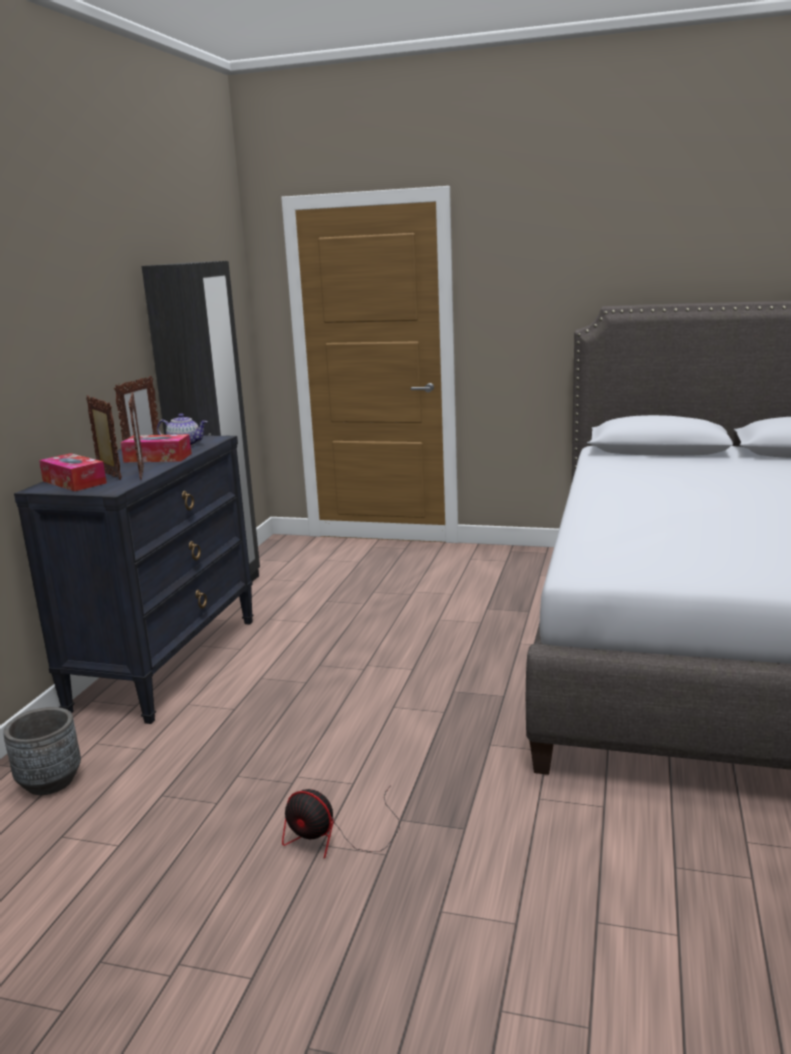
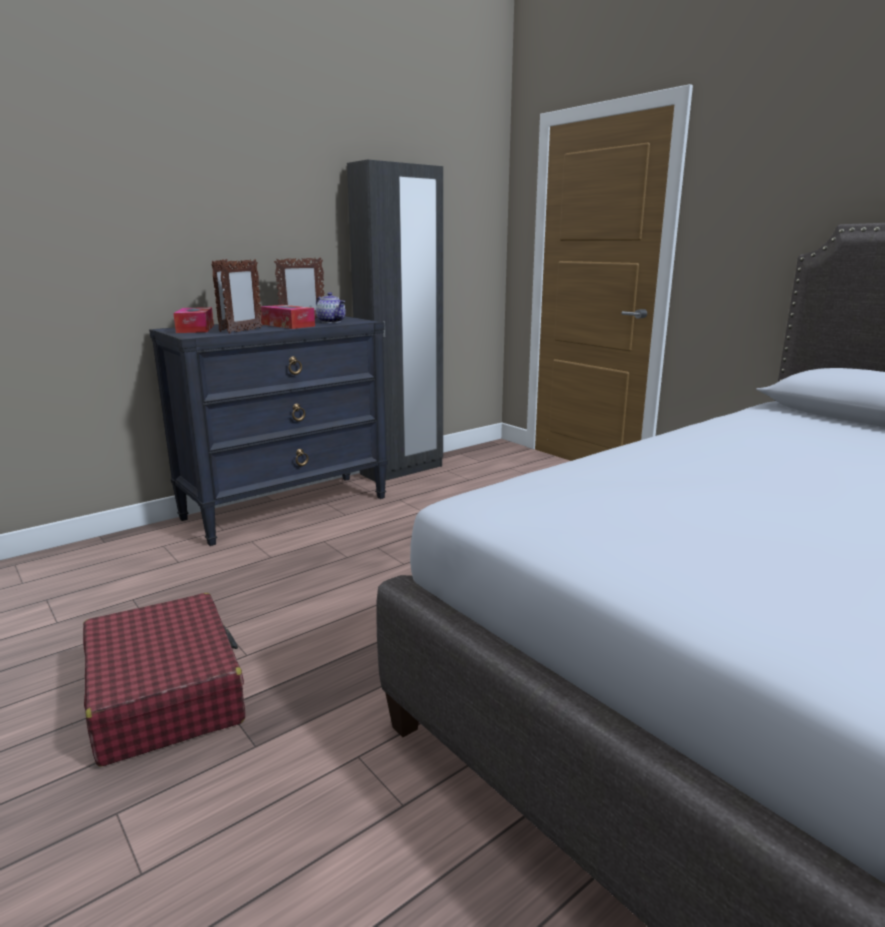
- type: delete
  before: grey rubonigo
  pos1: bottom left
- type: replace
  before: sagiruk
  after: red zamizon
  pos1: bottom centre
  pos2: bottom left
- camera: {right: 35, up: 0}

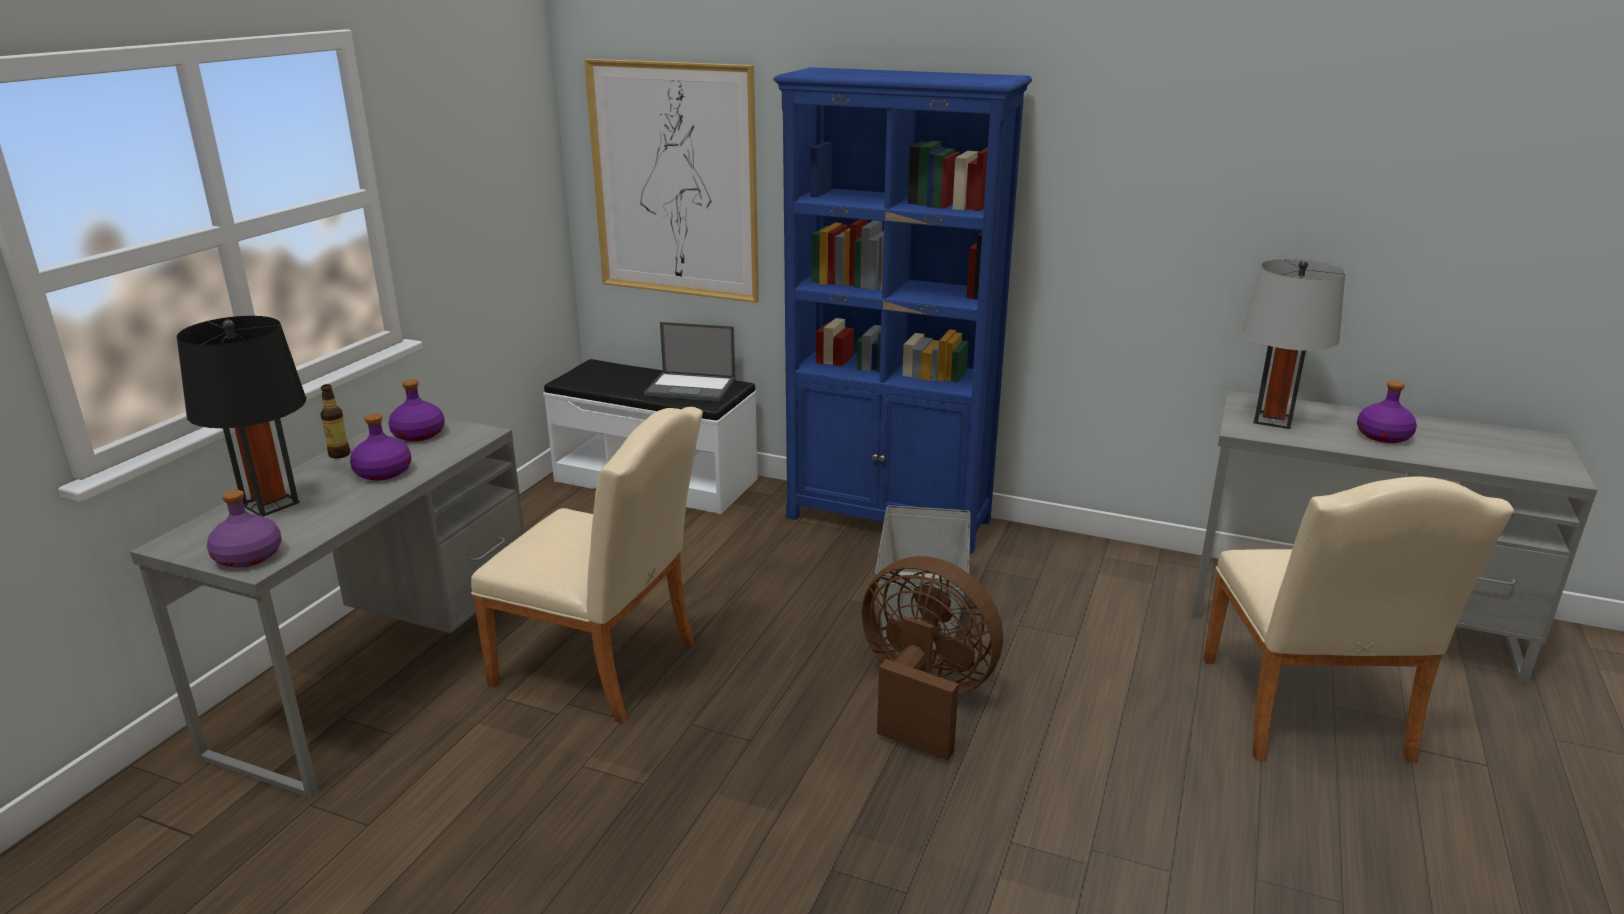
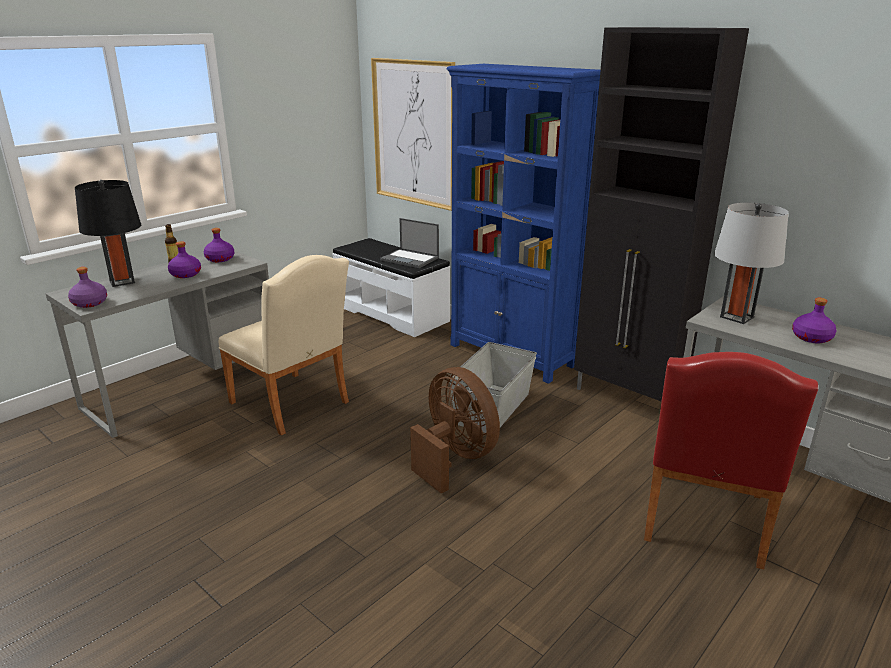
- type: recolor
  before: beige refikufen (2nd from left)
  after: red refikufen
  pos1: bottom right
  pos2: bottom right
- type: insert
  after: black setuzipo
  pos2: top right
- camera: {right: 20, up: 0}

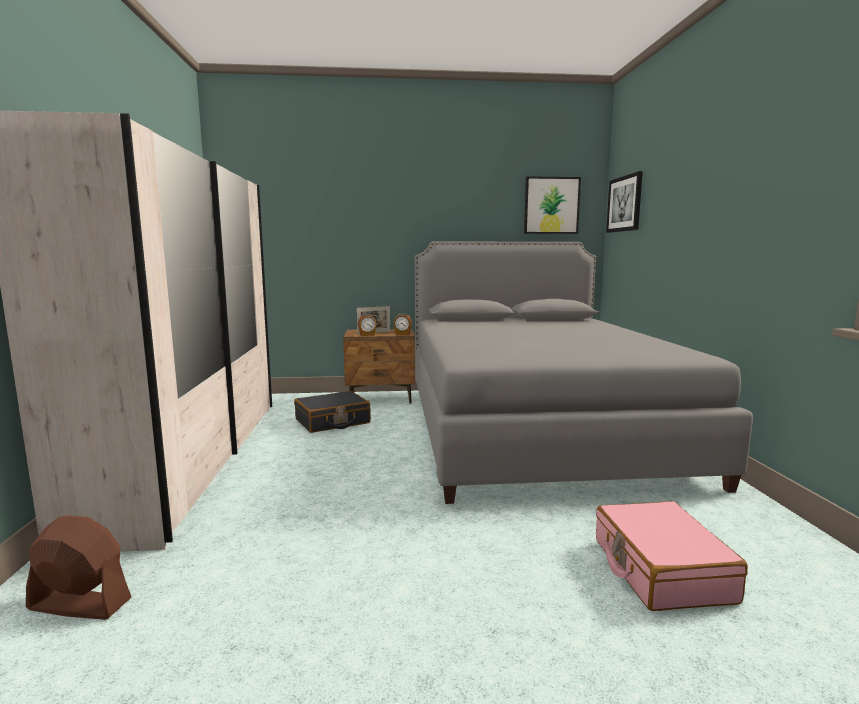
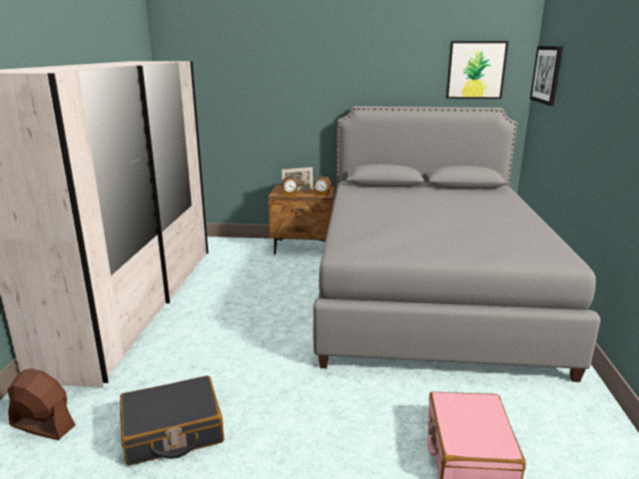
- type: move
  before: black zamizon
  pos1: centre
  pos2: bottom left
- camera: {right: 10, up: 10}

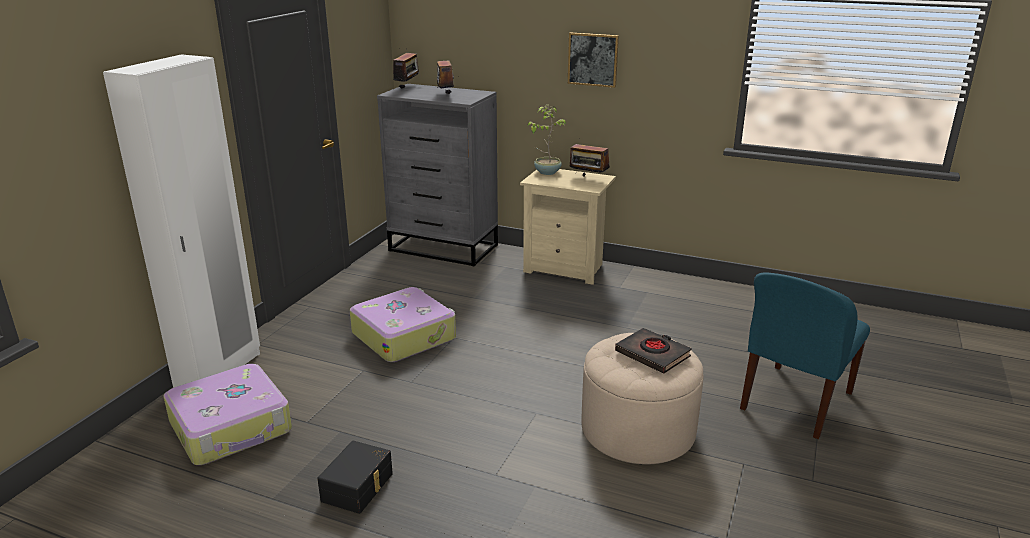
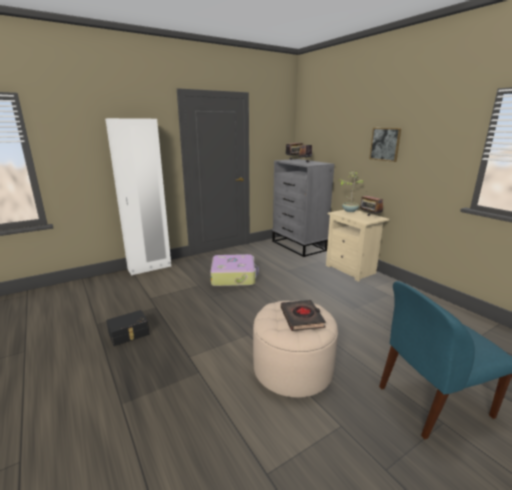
- type: delete
  before: zamizon (1st from left)
  pos1: bottom left
- camera: {right: 35, up: -5}

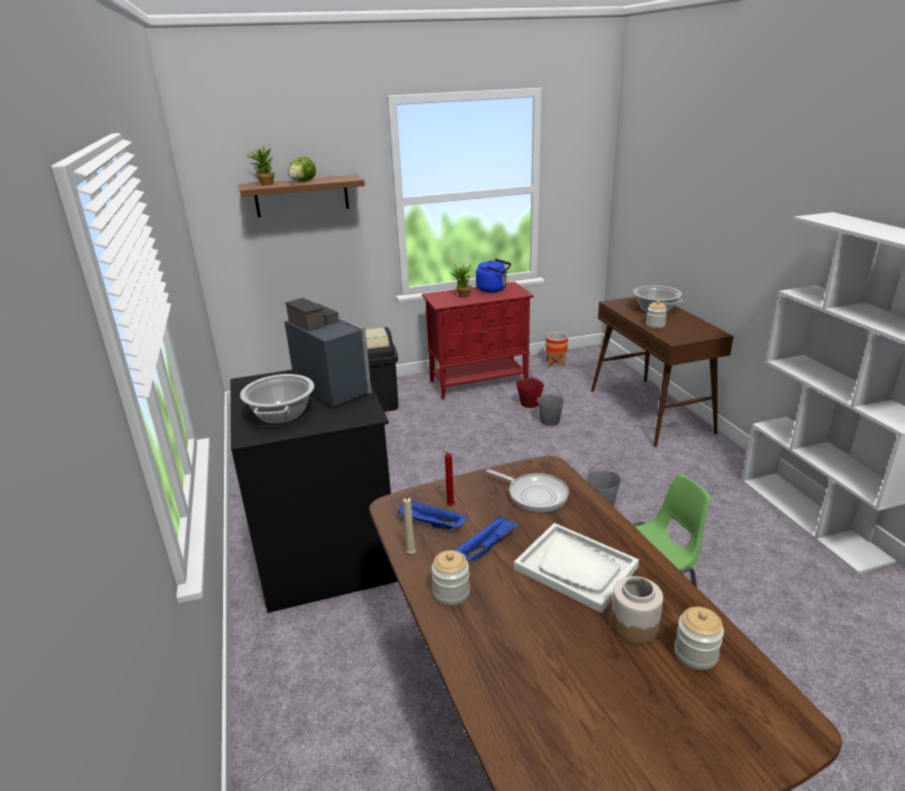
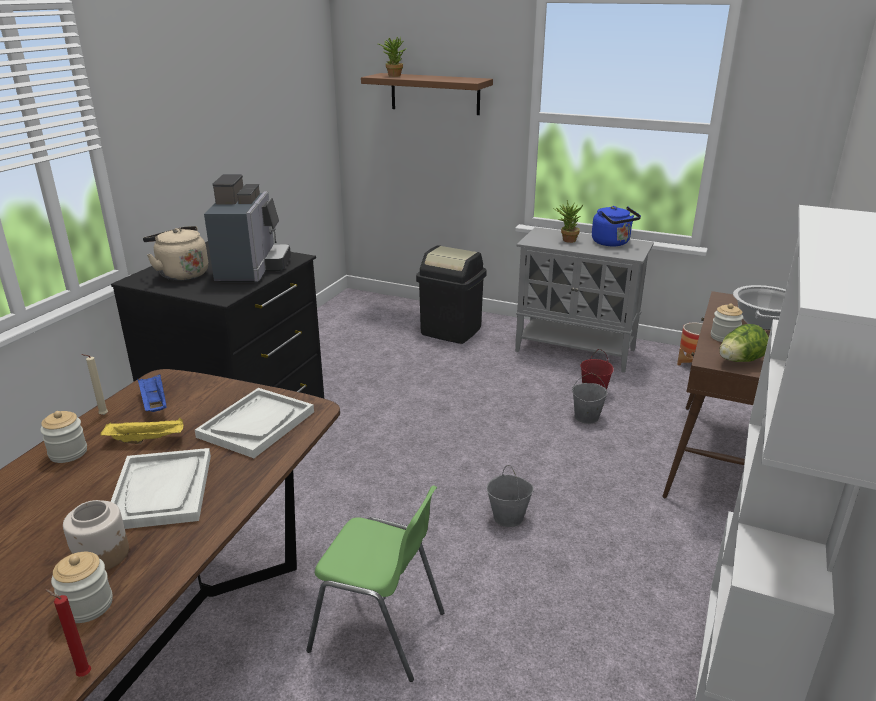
- type: replace
  before: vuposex (1st from left)
  after: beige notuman
  pos1: middle left
  pos2: middle left
- type: move
  before: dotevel
  pos1: top centre
  pos2: middle right
- type: recolor
  before: red setuzipo
  after: grey setuzipo
  pos1: centre
  pos2: middle right
- type: move
  before: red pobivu
  pos1: centre
  pos2: bottom left
- type: recolor
  before: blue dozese (2nd from left)
  after: yellow dozese
  pos1: bottom centre
  pos2: middle left
- type: replace
  before: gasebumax
  after: white dozese (2nd from left)
  pos1: centre
  pos2: middle left
- camera: {right: 40, up: 0}

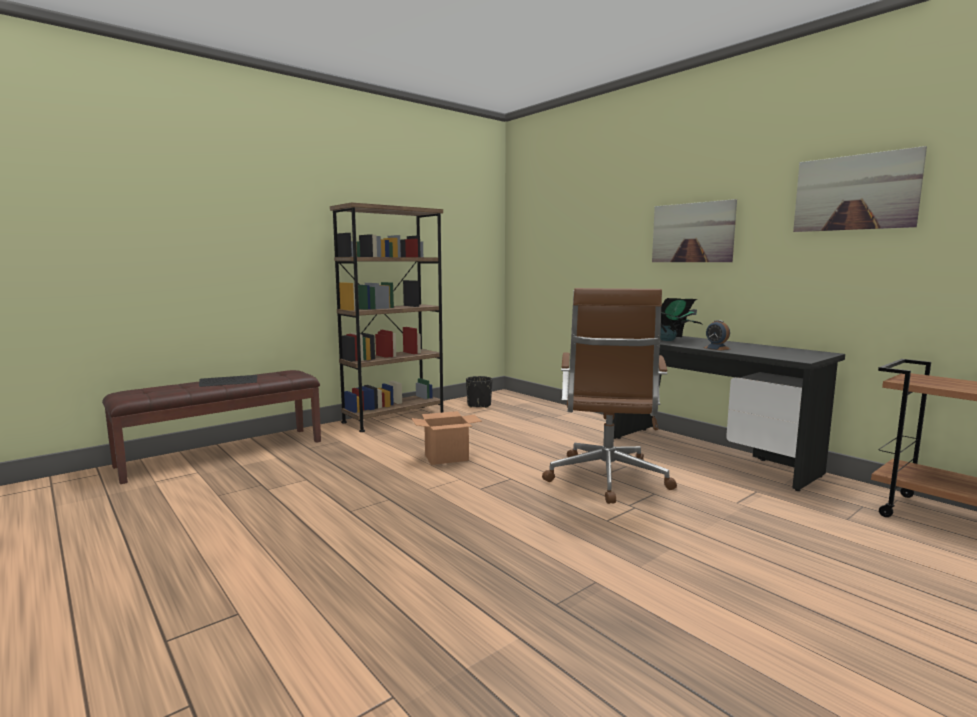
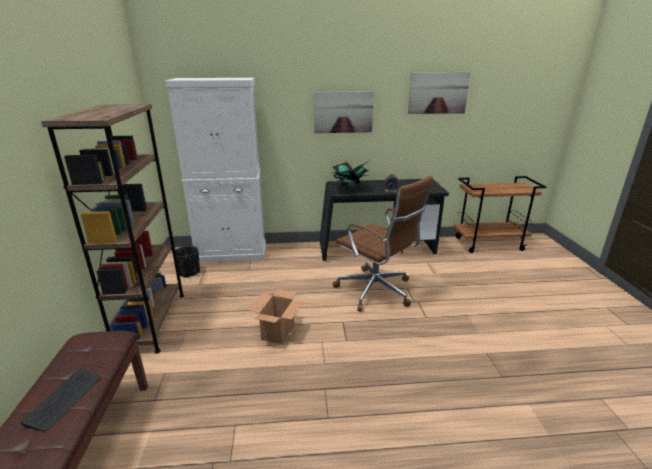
- type: insert
  after: white setuzipo
  pos2: middle left
- camera: {right: -55, up: 15}

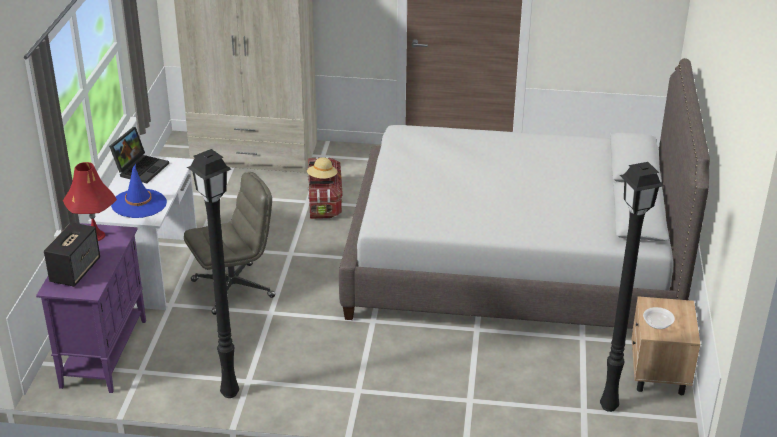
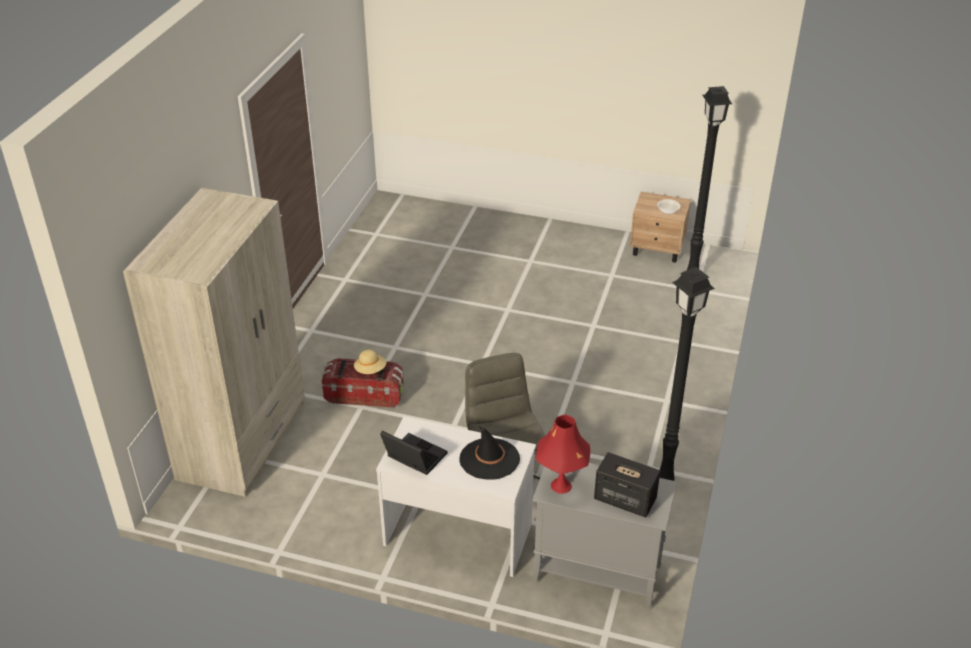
- type: recolor
  before: purple setuzipo
  after: grey setuzipo
  pos1: bottom left
  pos2: bottom centre
- type: recolor
  before: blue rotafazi
  after: black rotafazi
  pos1: middle left
  pos2: bottom centre
- type: delete
  before: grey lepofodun
  pos1: middle right
- camera: {right: -80, up: 5}

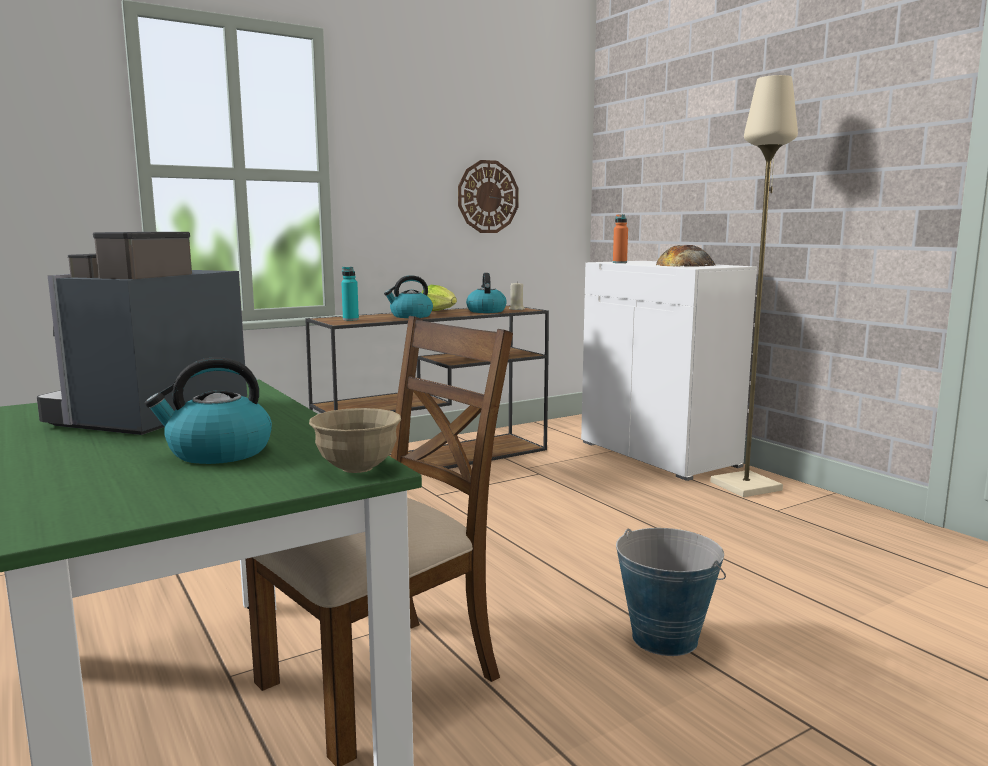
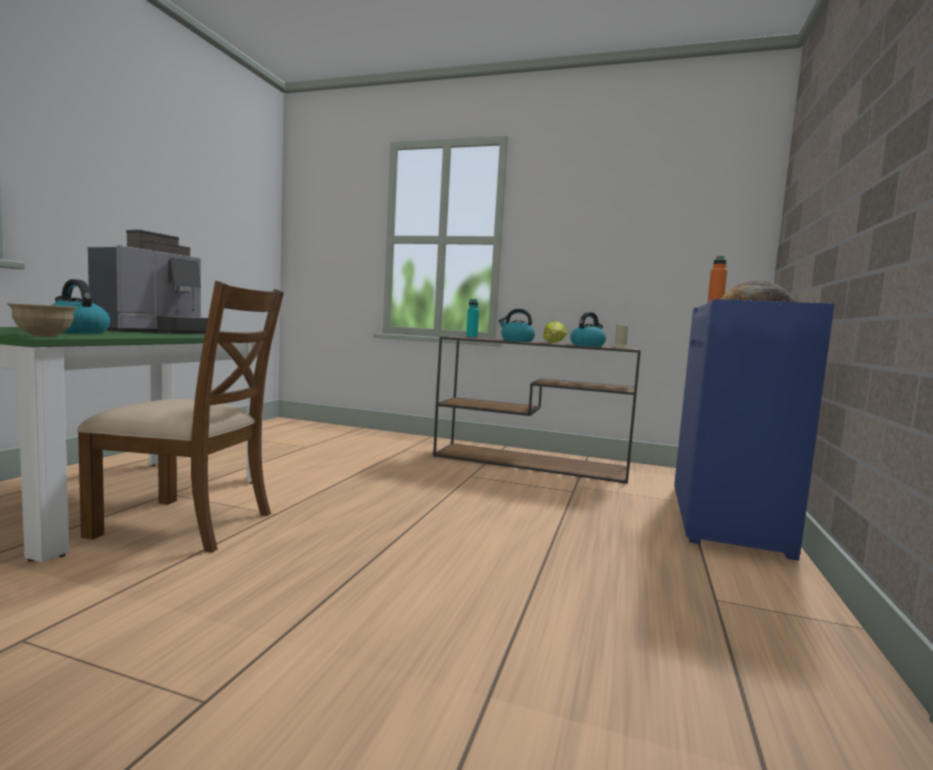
- type: rotate
  before: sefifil
  pos1: middle left
  pos2: middle left
  turn: 135
- type: delete
  before: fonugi
  pos1: top centre
- type: recolor
  before: white setuzipo
  after: blue setuzipo
  pos1: middle right
  pos2: middle right
- type: delete
  before: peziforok
  pos1: bottom right
- type: delete
  before: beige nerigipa
  pos1: middle right
- camera: {right: 50, up: -5}

